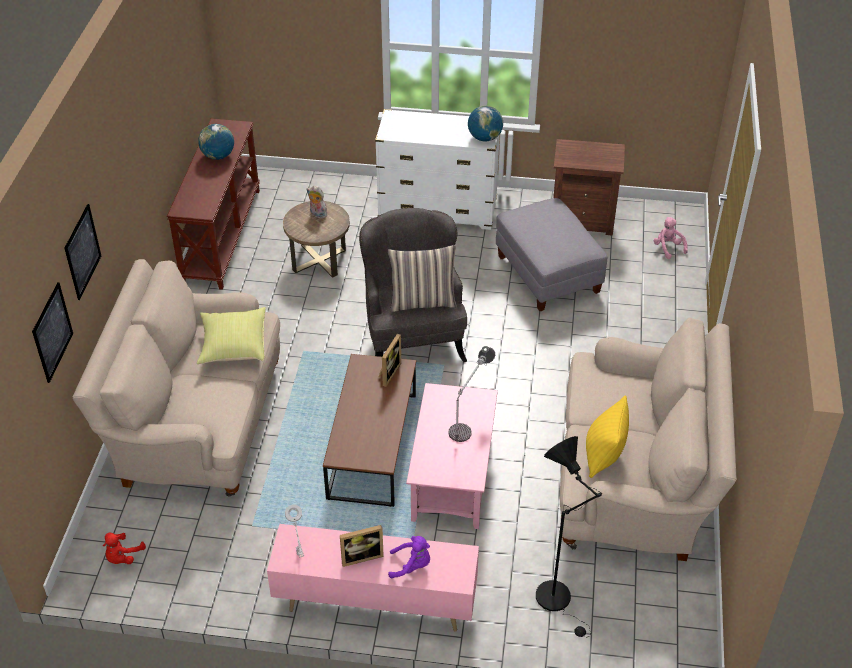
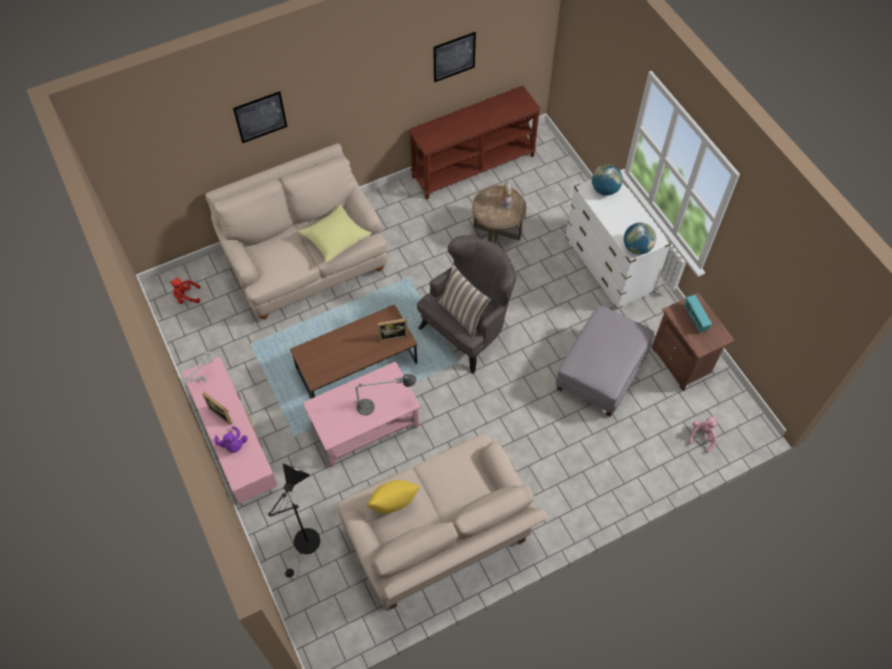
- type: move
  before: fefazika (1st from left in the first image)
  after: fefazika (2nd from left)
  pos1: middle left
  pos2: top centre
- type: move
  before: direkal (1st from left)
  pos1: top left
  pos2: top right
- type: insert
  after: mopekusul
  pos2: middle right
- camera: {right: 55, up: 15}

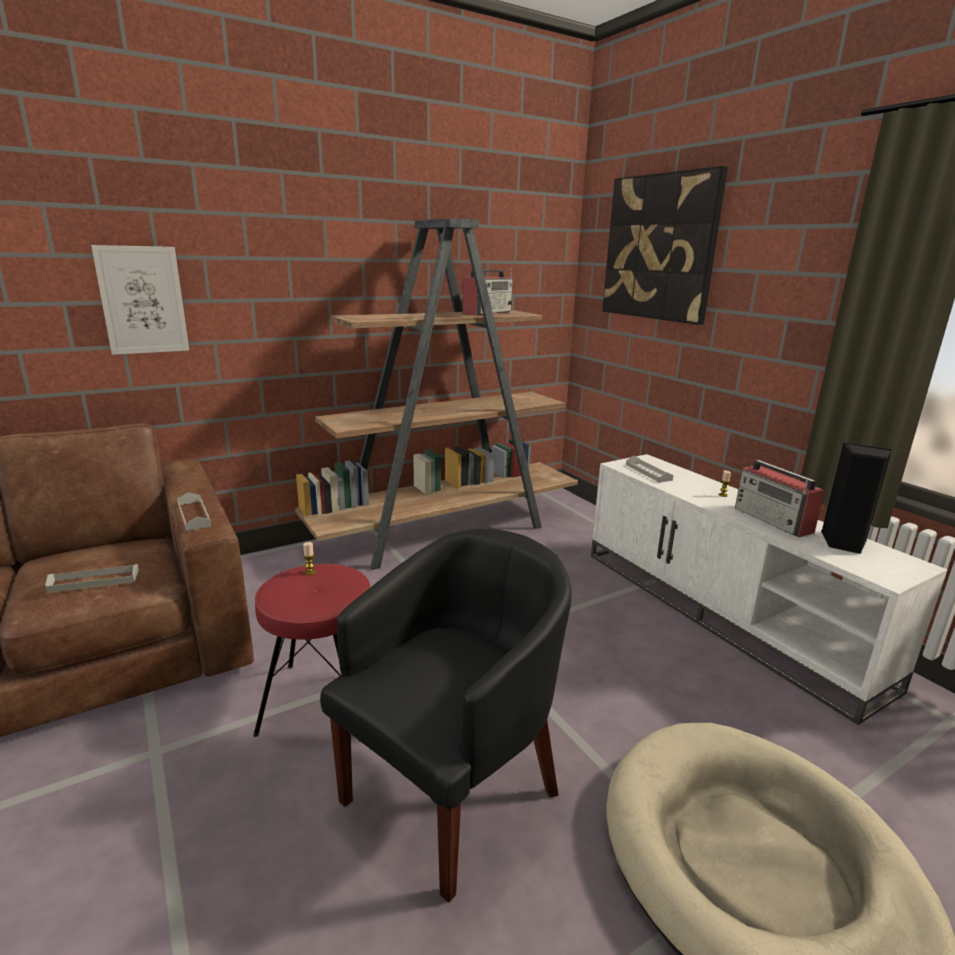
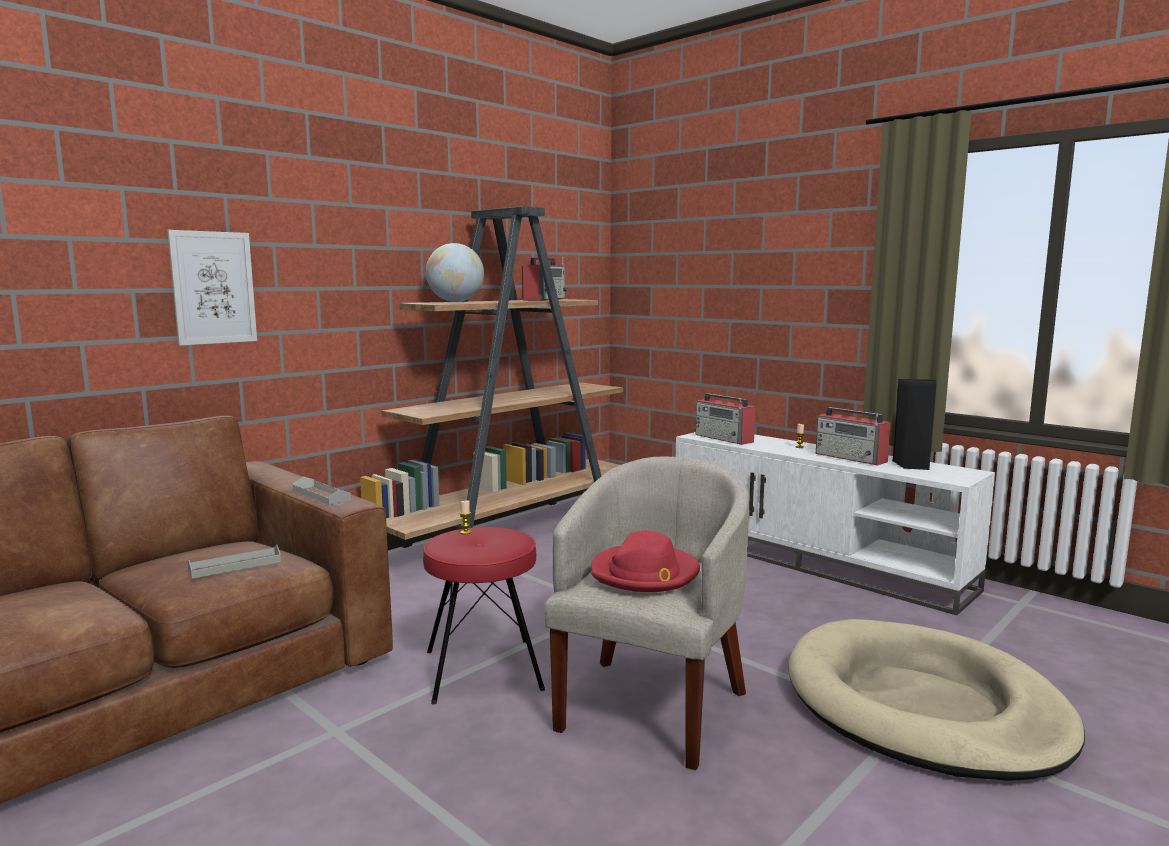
- type: recolor
  before: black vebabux
  after: beige vebabux
  pos1: bottom centre
  pos2: bottom centre
- type: delete
  before: fefazika (2nd from left)
  pos1: top right
- type: replace
  before: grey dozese (3rd from left)
  after: mopekusul (2nd from left)
  pos1: middle right
  pos2: centre
- type: insert
  after: direkal
  pos2: top centre
- type: insert
  after: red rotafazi
  pos2: centre
- camera: {right: -15, up: -10}

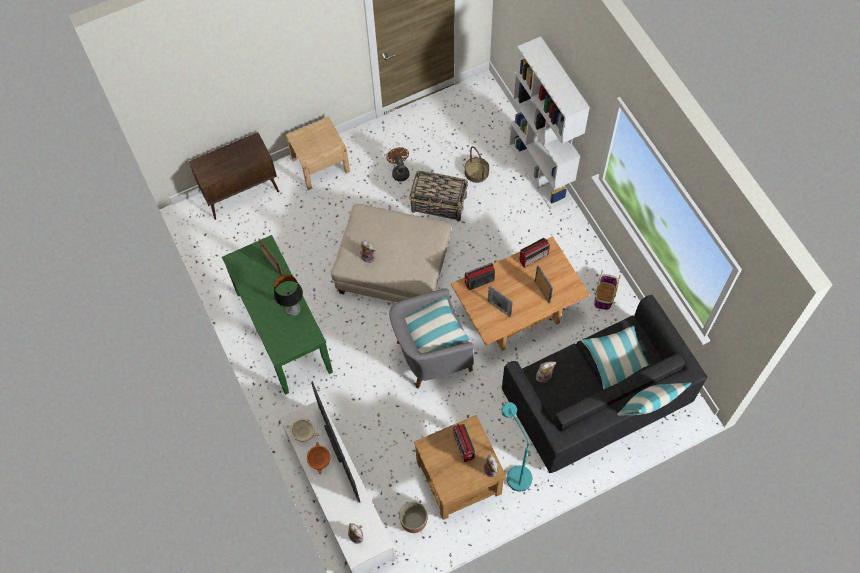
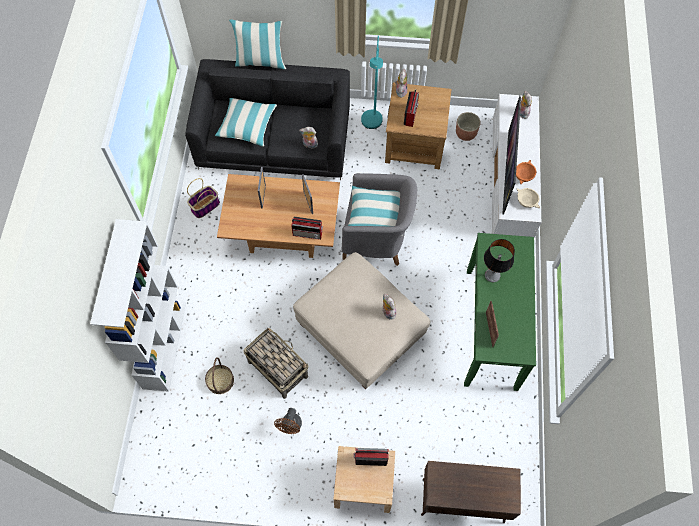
- type: move
  before: mopekusul (3rd from left in the first image)
  after: mopekusul (2nd from left)
  pos1: centre
  pos2: bottom centre
- camera: {right: -150, up: 0}

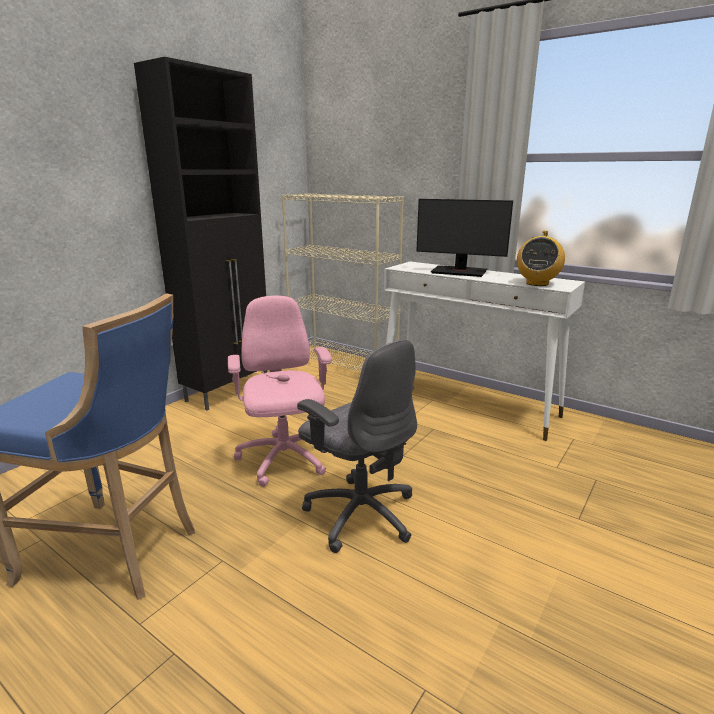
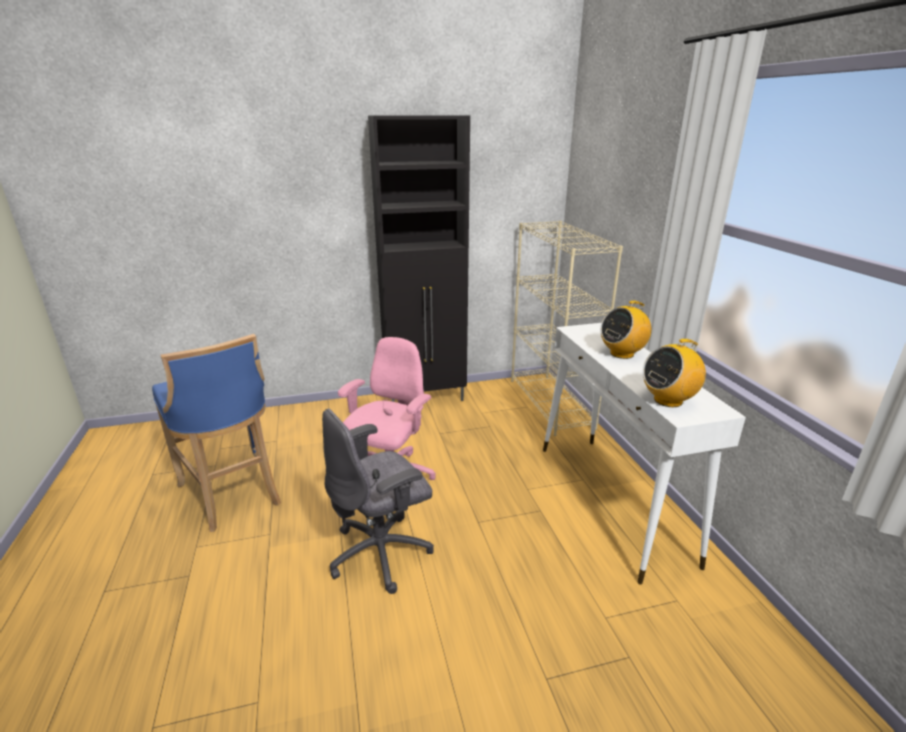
- type: rotate
  before: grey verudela
  pos1: centre
  pos2: bottom centre
  turn: 60
- type: replace
  before: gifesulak
  after: mopekusul (1st from left)
  pos1: centre
  pos2: middle right
- camera: {right: 40, up: 5}

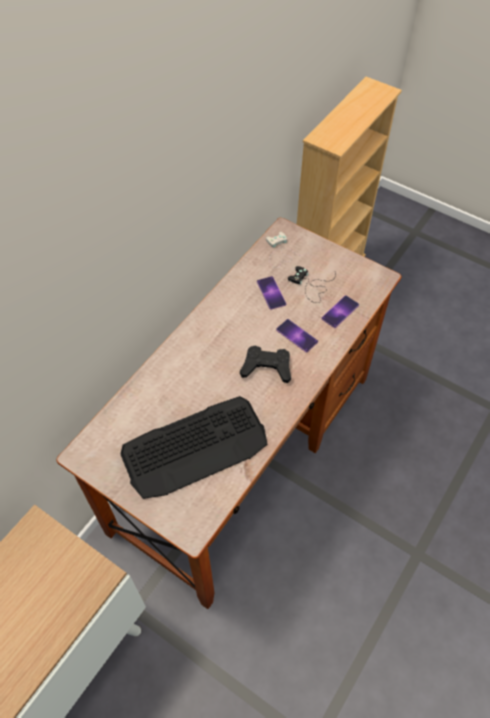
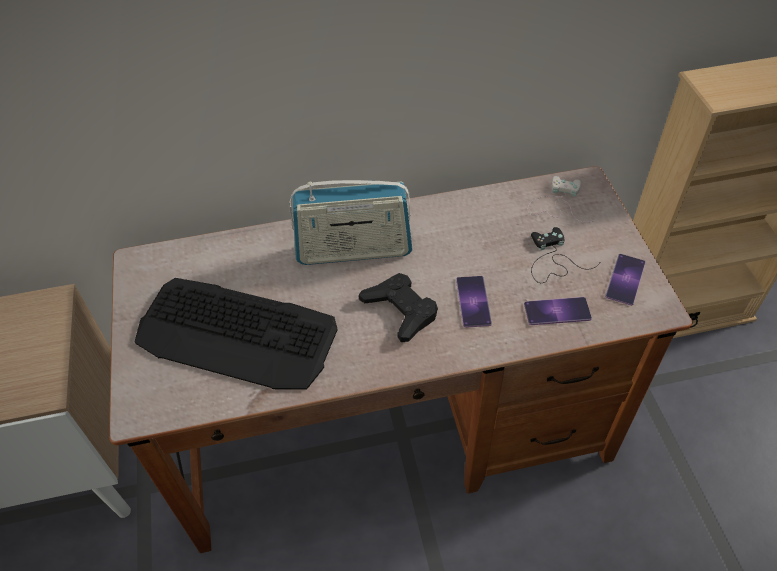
- type: move
  before: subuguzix (1st from left in the first image)
  after: subuguzix (3rd from left)
  pos1: centre
  pos2: middle right
- type: insert
  after: mopekusul
  pos2: centre
- camera: {right: 45, up: -5}

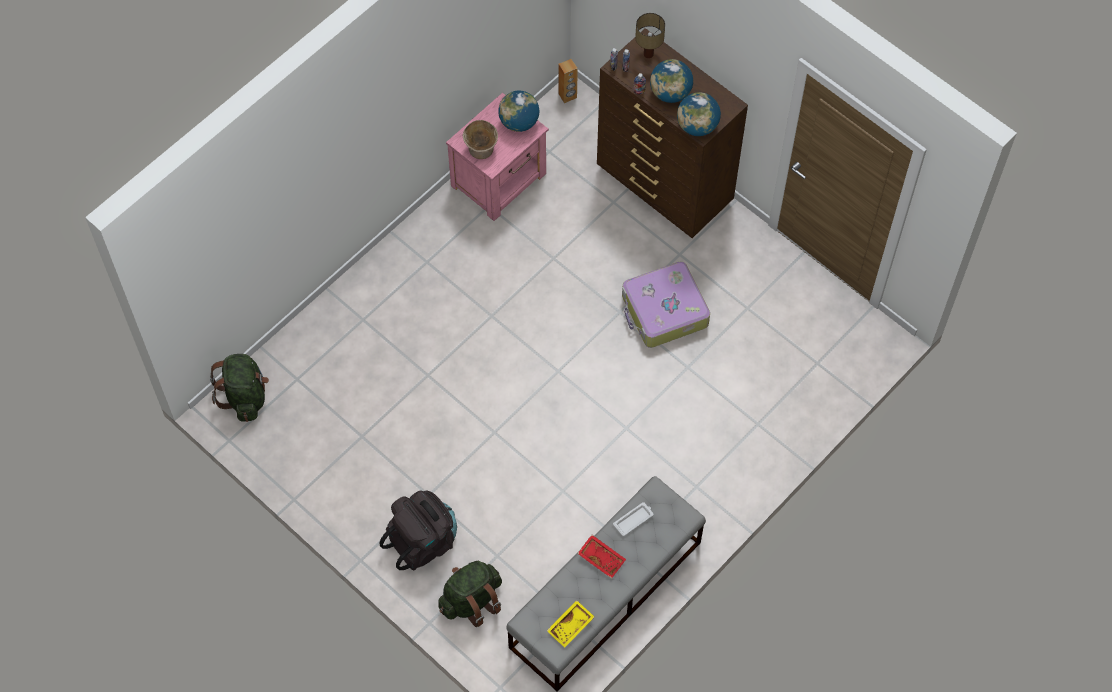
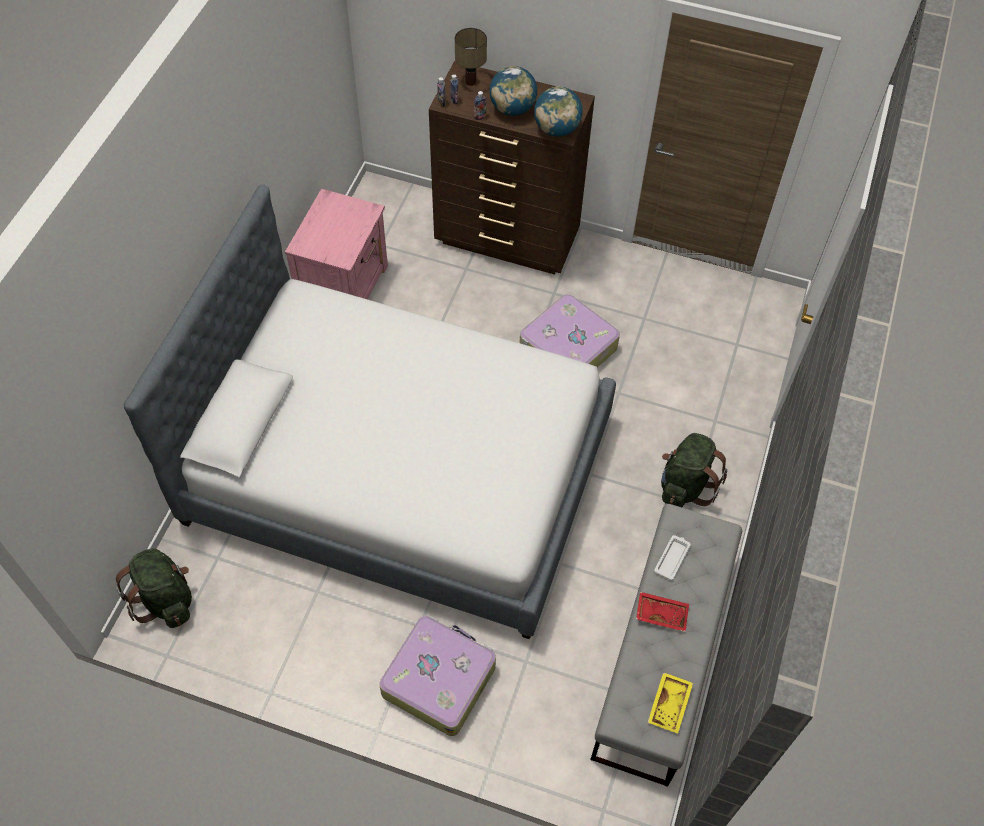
- type: replace
  before: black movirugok
  after: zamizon (1st from left)
  pos1: bottom centre
  pos2: bottom centre
- type: move
  before: green movirugok (2nd from left)
  pos1: bottom centre
  pos2: middle right
- type: delete
  before: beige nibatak
  pos1: top centre
- type: delete
  before: direkal (1st from left)
  pos1: top centre
- type: delete
  before: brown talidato
  pos1: top centre
- type: insert
  after: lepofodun
  pos2: centre
- camera: {right: -25, up: -5}

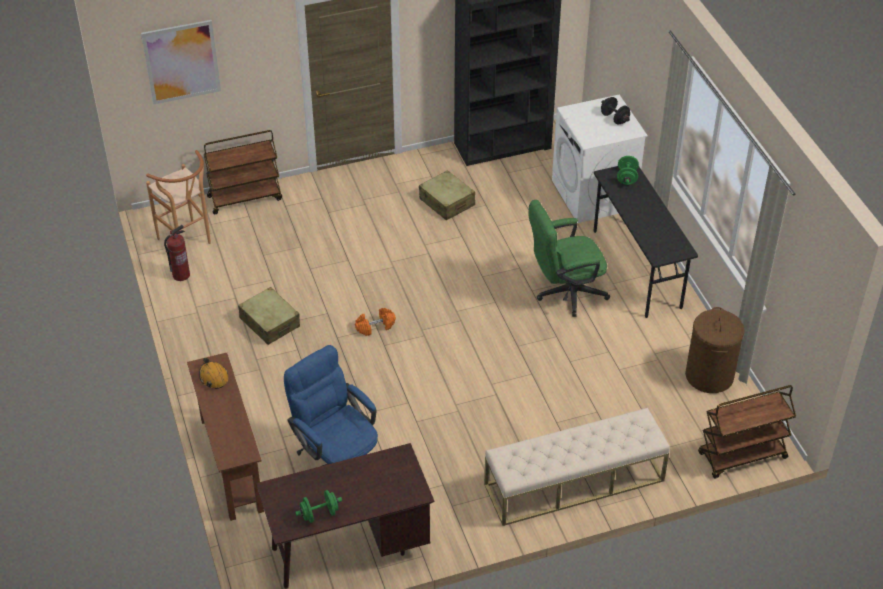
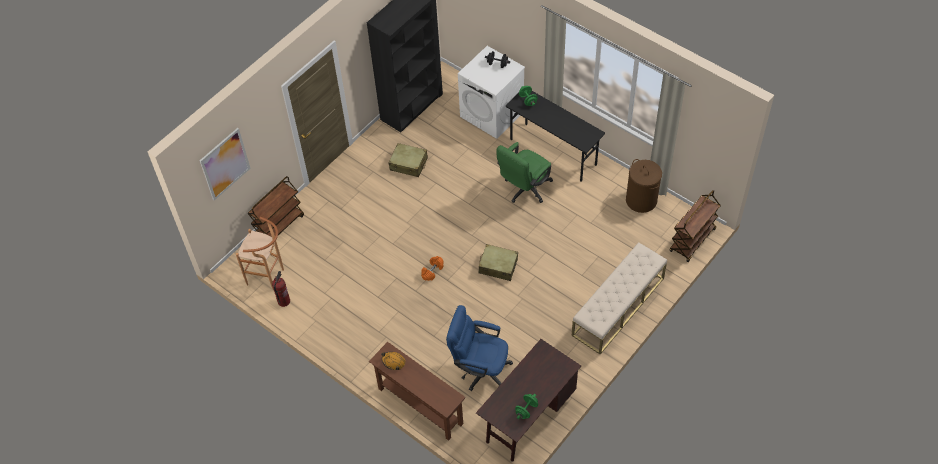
- type: move
  before: beige zamizon (1st from left in the first image)
  after: beige zamizon (2nd from left)
  pos1: middle left
  pos2: centre
- camera: {right: -30, up: 10}

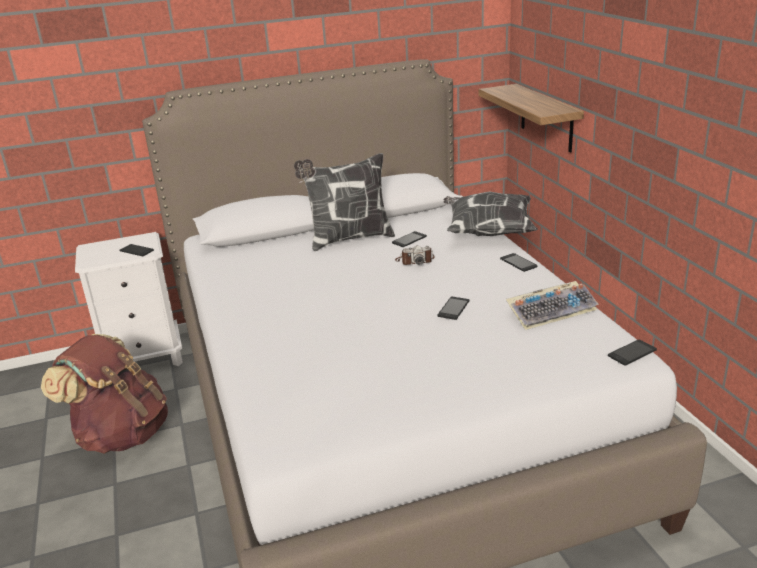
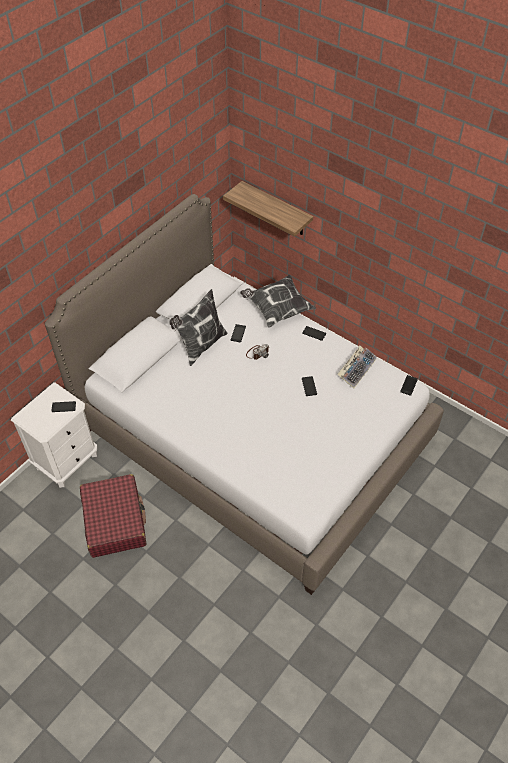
- type: replace
  before: brown movirugok
  after: red zamizon
  pos1: bottom left
  pos2: bottom left
- camera: {right: -35, up: 25}

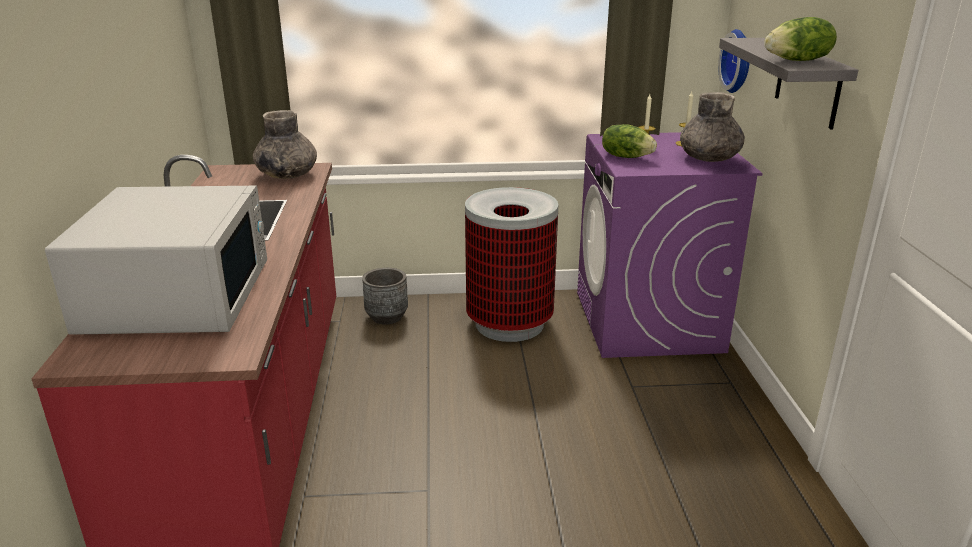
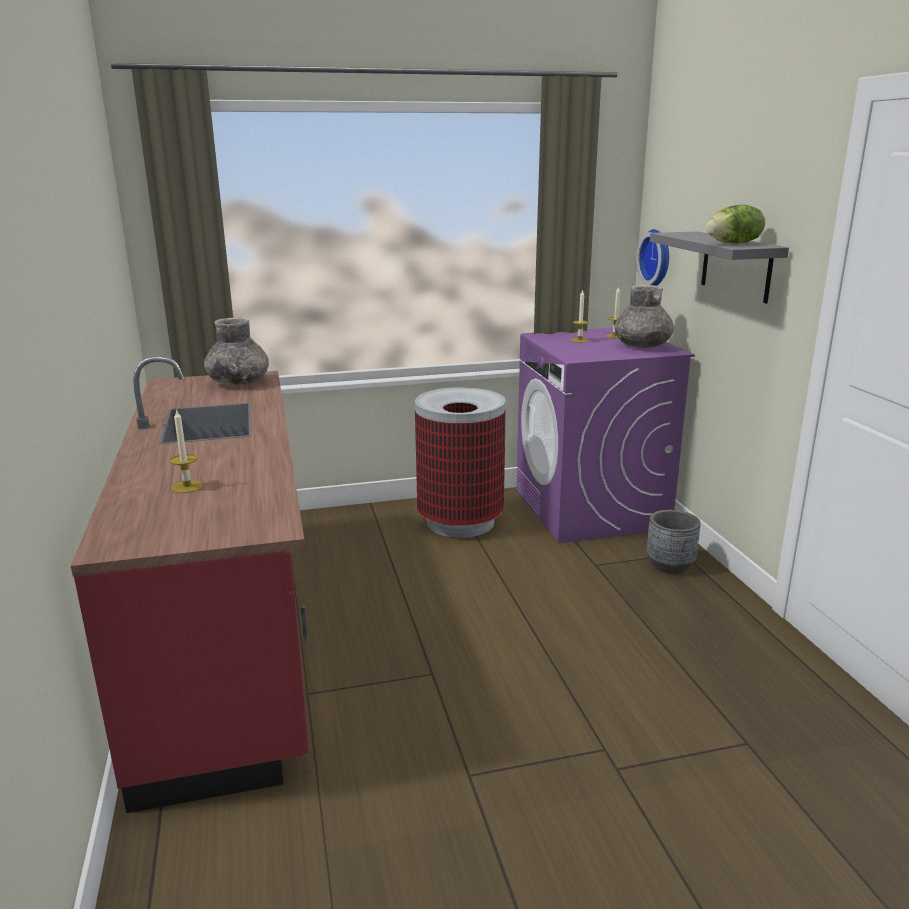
- type: replace
  before: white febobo
  after: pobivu (1st from left)
  pos1: middle left
  pos2: middle left
- type: move
  before: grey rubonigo
  pos1: centre
  pos2: middle right
- type: delete
  before: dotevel (1st from left)
  pos1: top centre
- camera: {right: -10, up: -5}

